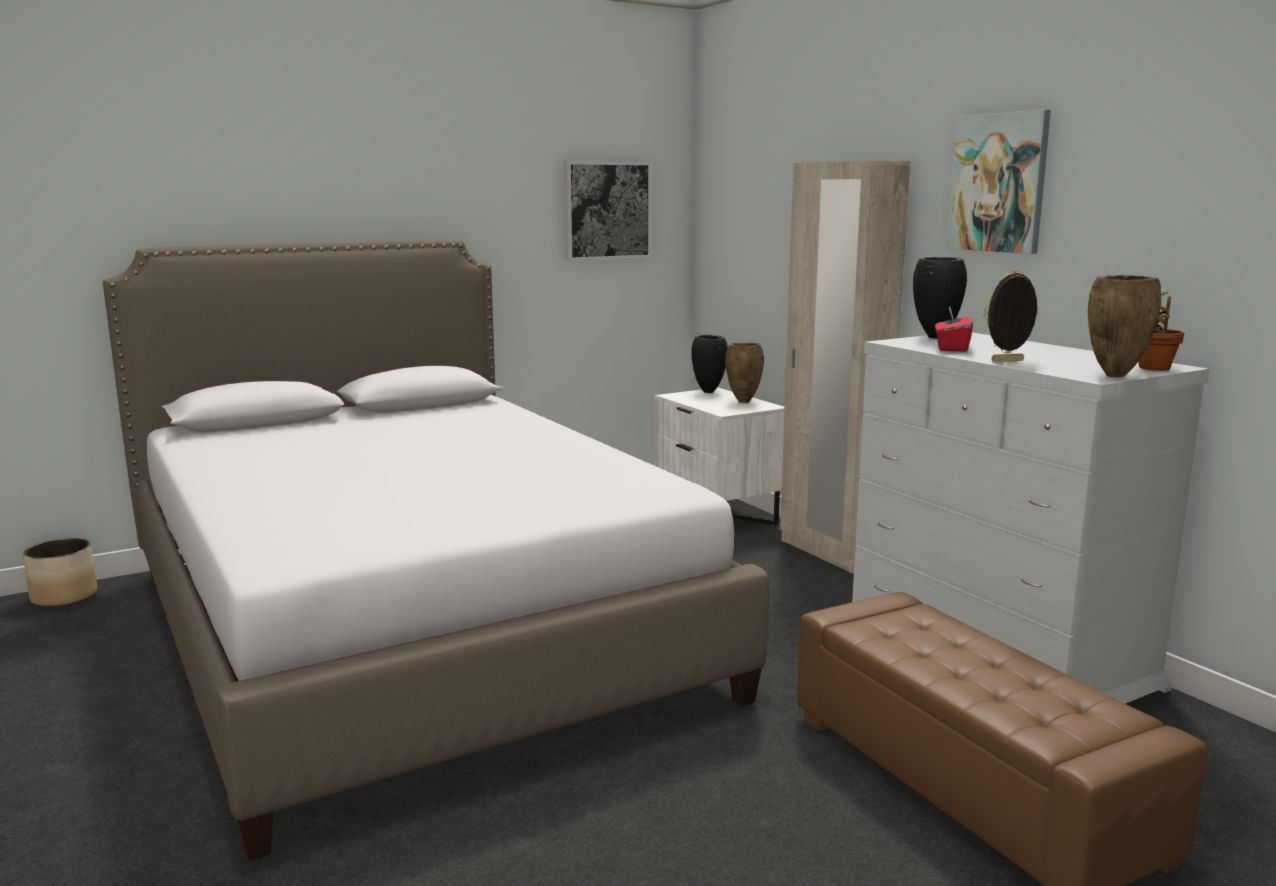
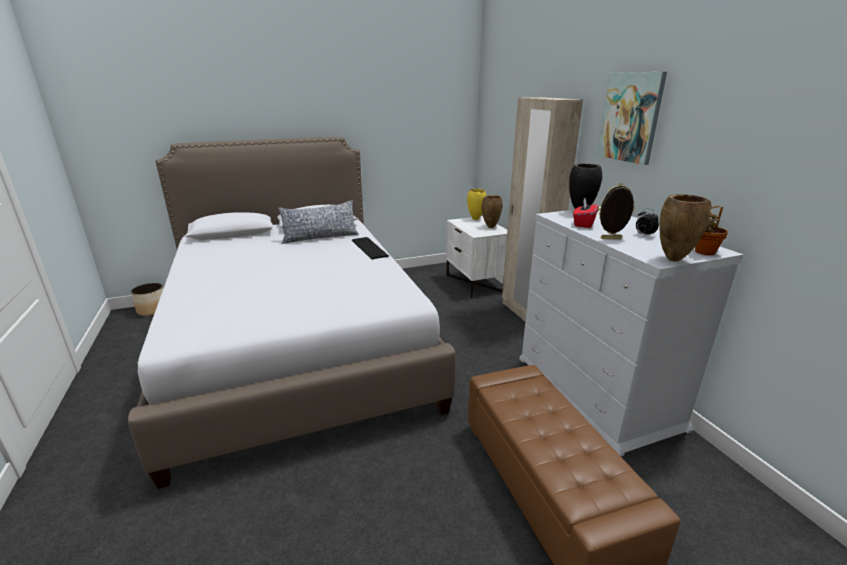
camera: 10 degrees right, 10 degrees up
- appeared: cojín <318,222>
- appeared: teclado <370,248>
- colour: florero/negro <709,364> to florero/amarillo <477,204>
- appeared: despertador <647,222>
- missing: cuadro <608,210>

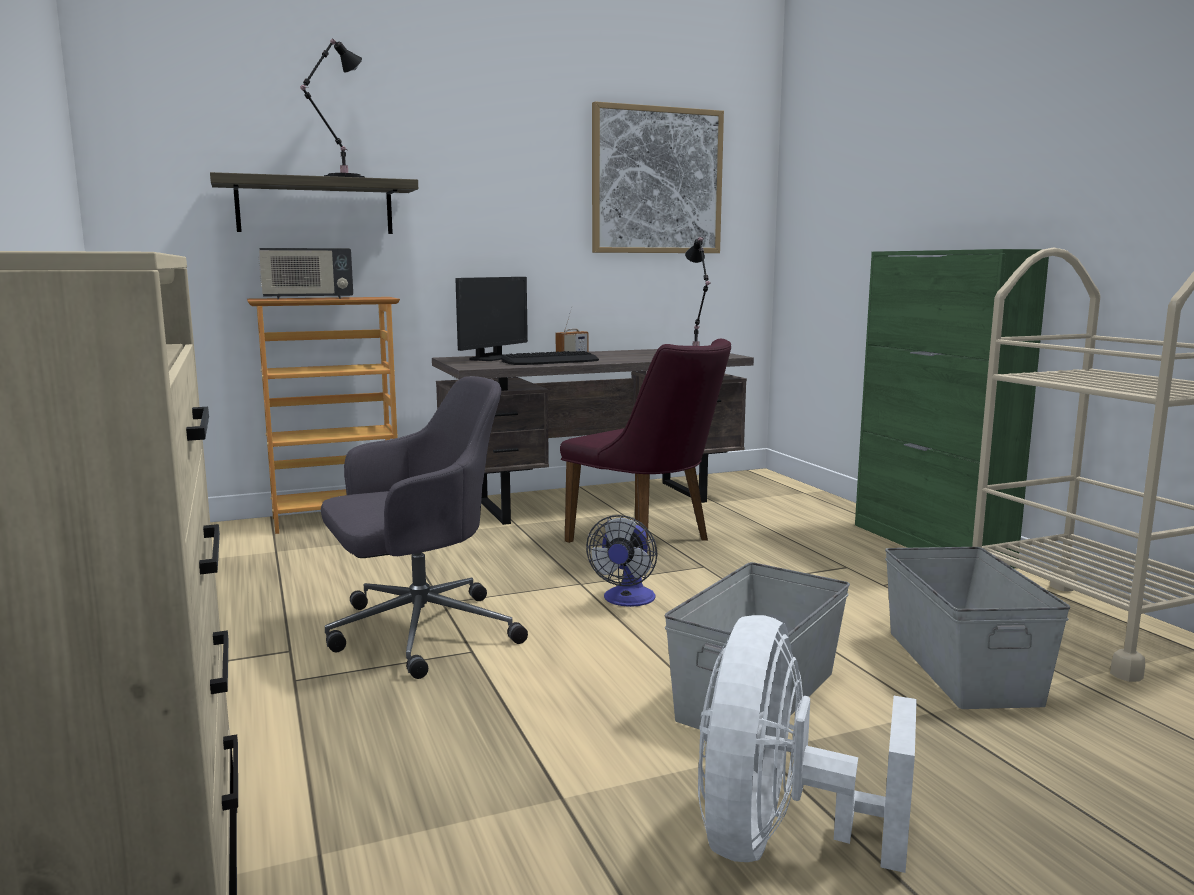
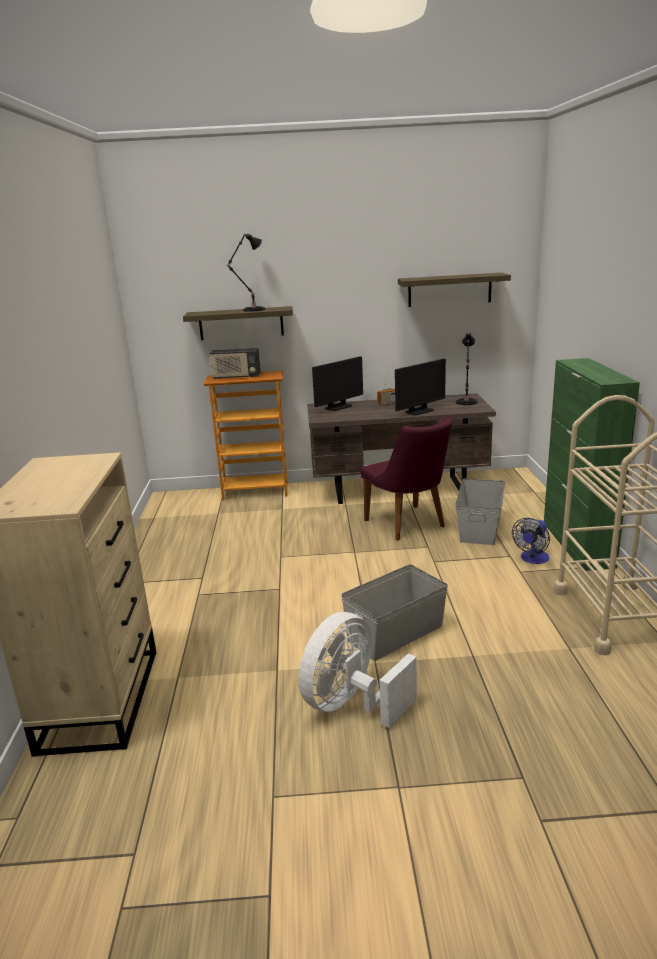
camera: 20 degrees right, 10 degrees up
- appeared: monitor <420,387>
- exchanged: cuadro <658,177> to estante <454,290>
- relocated: caja de almacenaje/gris <977,628> to <480,512>
- relocated: ventilador <621,561> to <531,541>
- missing: silla de oficina/gris <424,527>
- missing: teclado <550,358>

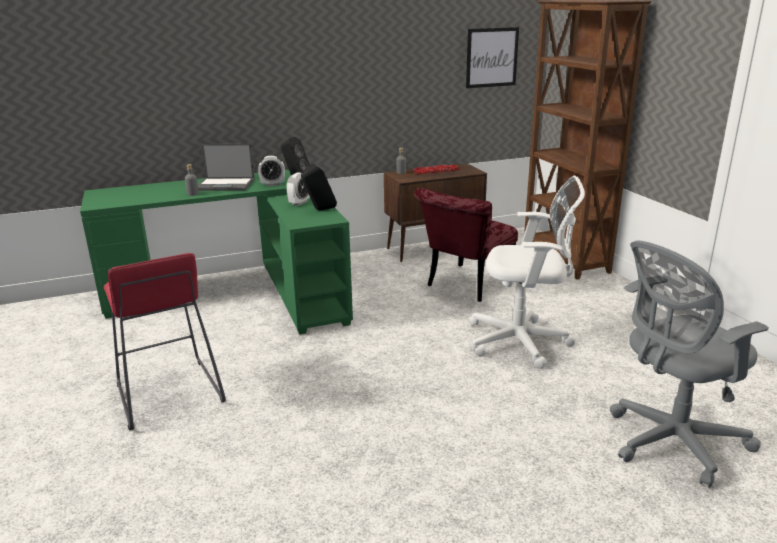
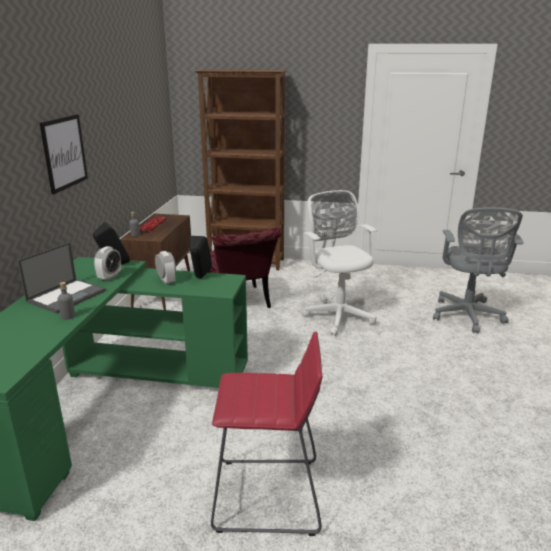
camera: 60 degrees left, 0 degrees up
- relocated: cuadro <492,57> to <64,154>
- spun: silla de oficina/blanco <527,272> = <339,263> 60 degrees counterclockwise

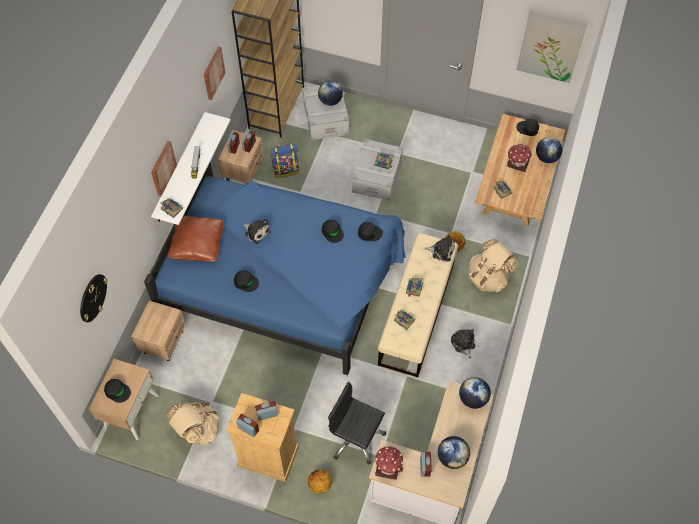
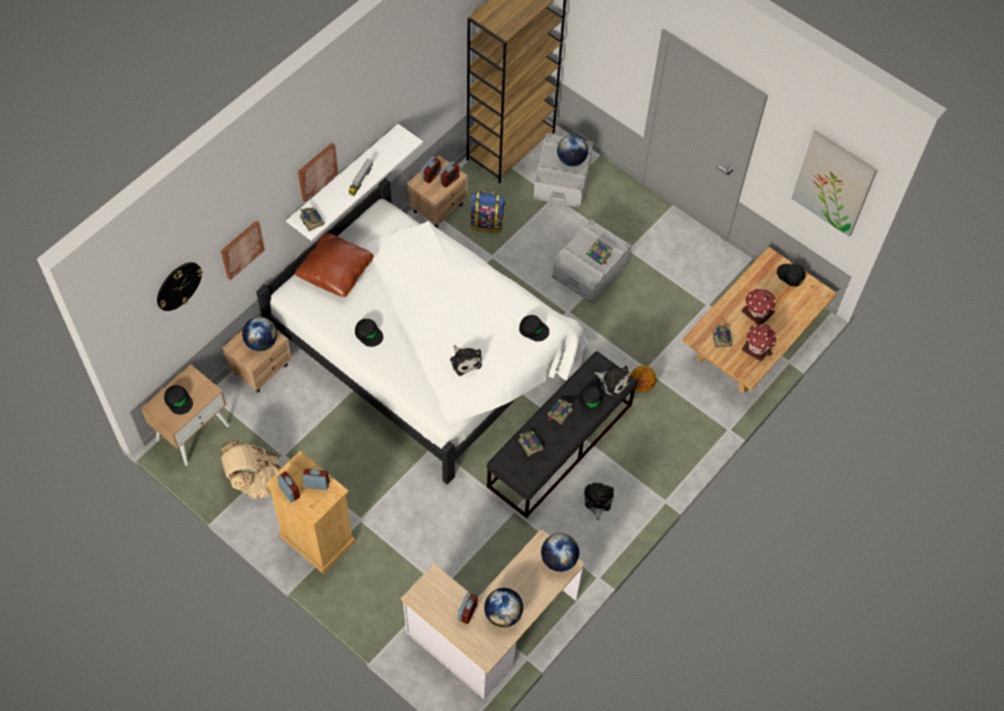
camera: 20 degrees right, 0 degrees up
- relocated: cuadro <215,73> to <243,250>
- relocated: globo terráqueo <549,150> to <259,334>
- colour: cama/azul <275,269> to cama/blanco <423,331>
- relocated: peluche <257,231> to <466,361>
- colour: banco/beis <418,305> to banco/negro <562,434>
- relocated: gorra/negro <333,231> to <591,401>
- relocated: casita <389,463> to <759,342>
- missing: balón de baloncesto <320,481>
- missing: silla de oficina/negro <357,423>
- missing: mochila/beis <493,265>

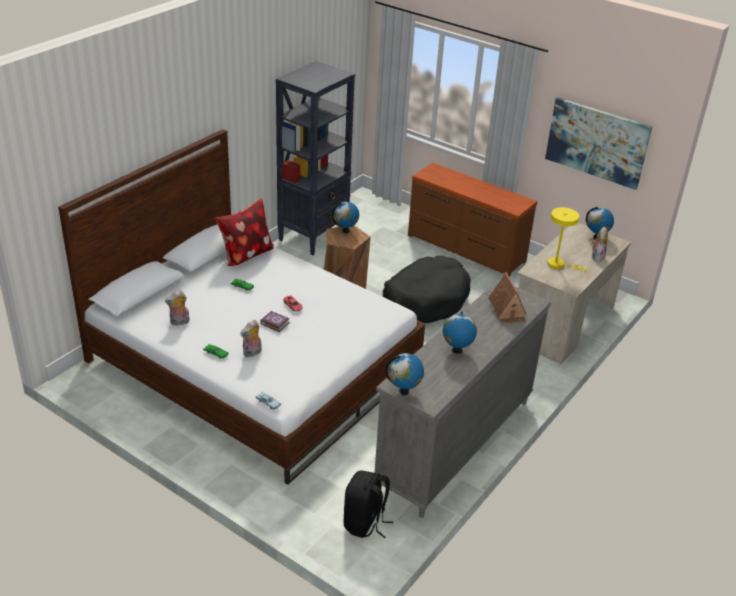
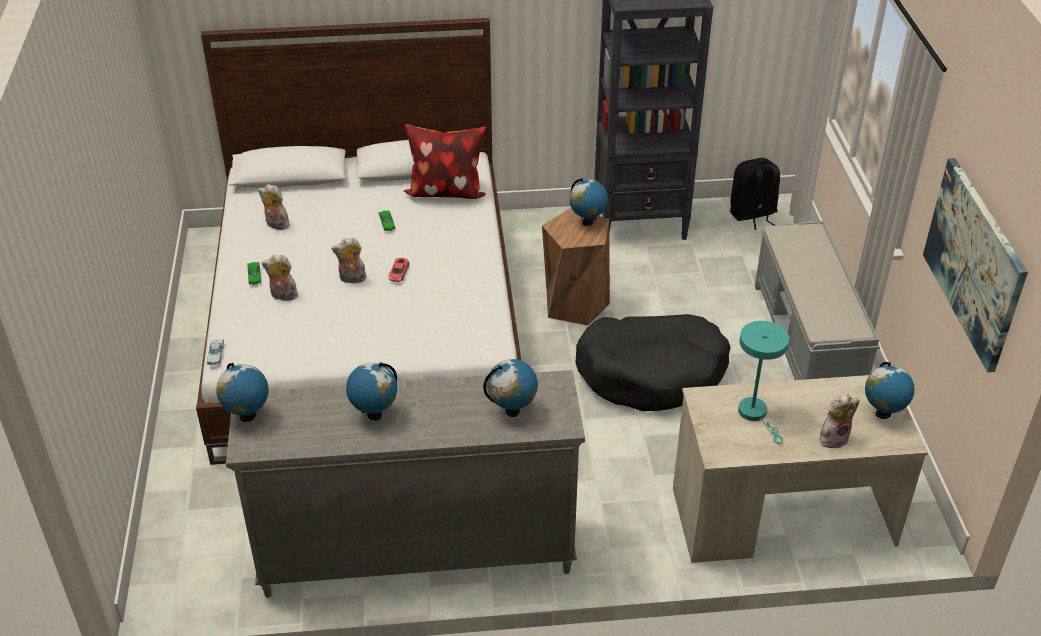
camera: 50 degrees right, 5 degrees up
- exchanged: libro <275,321> to peluche <348,260>
- exchanged: casita <507,298> to globo terráqueo <510,388>
- relocated: mochila/negro <368,504> to <755,194>
- colour: lámpara de mesa/amarillo <566,239> to lámpara de mesa/turquesa <763,382>
- exchanged: cómoda/marrón <472,220> to banco/gris <817,300>

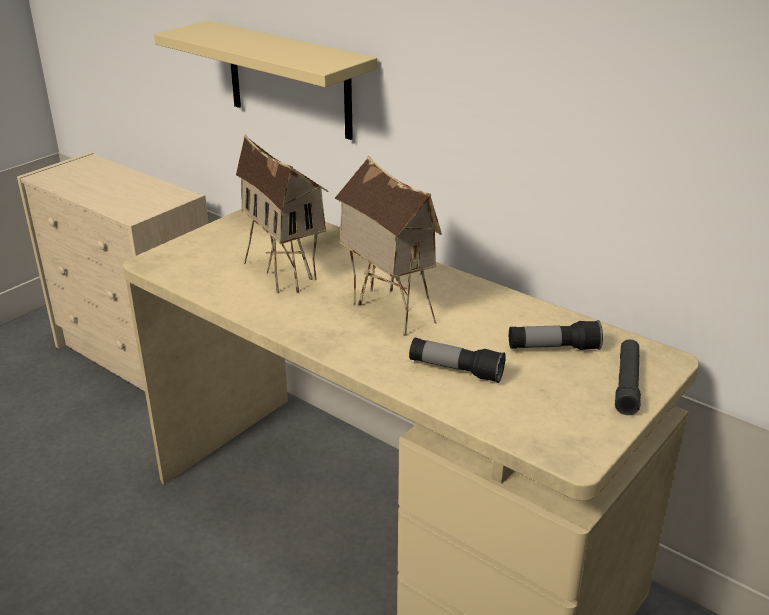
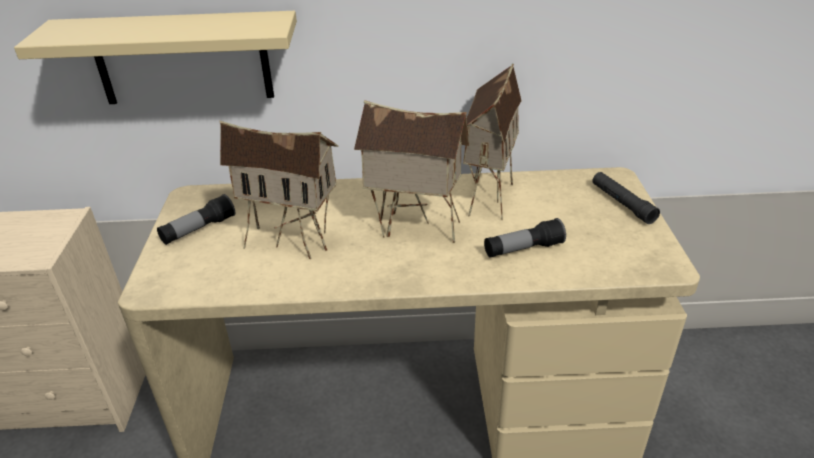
camera: 40 degrees left, 5 degrees up
- relocated: linterna <556,335> to <196,219>
- appeared: casita <492,142>

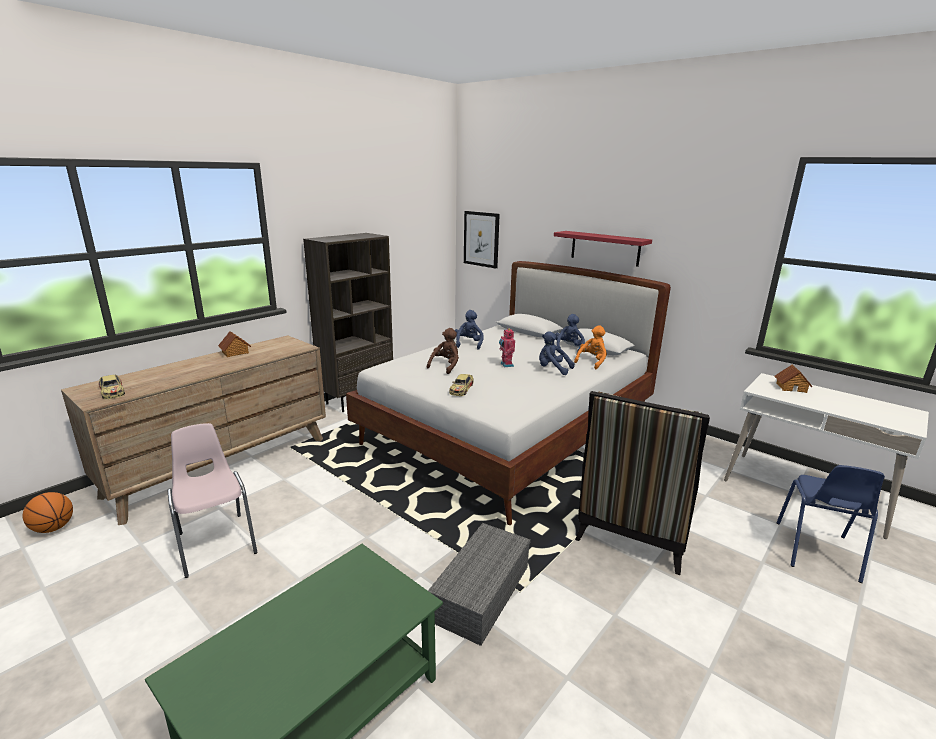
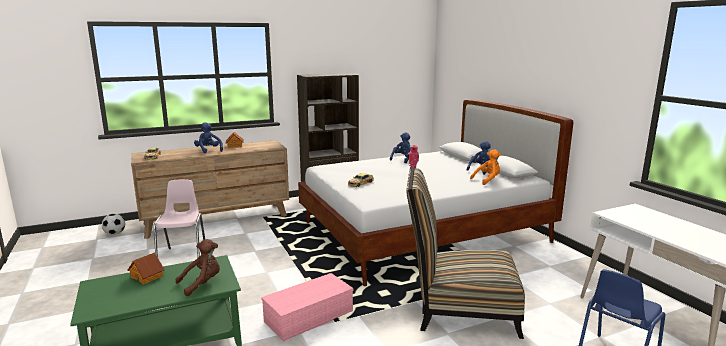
camera: 25 degrees right, 5 degrees down
- exchanged: balón de baloncesto <48,512> to balón de fútbol <113,224>
- relocated: casita <793,379> to <146,268>
- relocated: peluche/marrón <443,351> to <198,267>
- relocated: peluche/azul <557,353> to <208,137>
- colour: caja de almacenaje/gris <479,584> to caja de almacenaje/rosa <307,307>
- spun: silla <642,483> = <465,252> 45 degrees clockwise
- missing: cuadro <482,240>
- missing: estante/rojo <603,249>

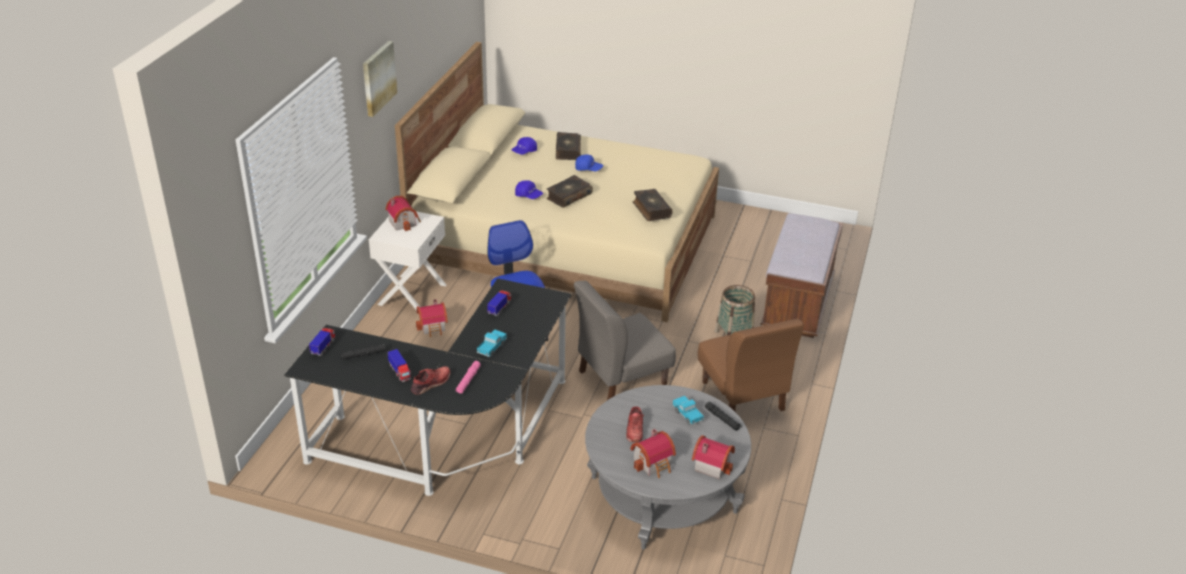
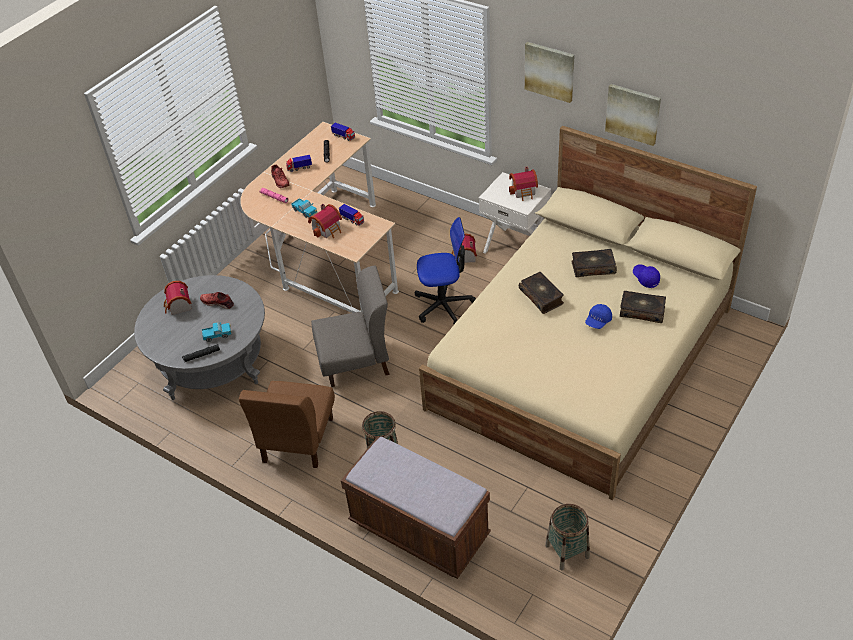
camera: 110 degrees right, 10 degrees up
- spun: silla/marrón <751,364> = <287,424> 75 degrees counterclockwise
- colour: escritorio/negro <428,387> to escritorio/beis <319,217>
- relocated: casita <713,457> to <325,221>
- spun: silla/gris <625,340> = <350,326> 90 degrees clockwise
- appeared: cesta <567,537>
- relocated: libro <653,205> to <594,263>
- appeared: cuadro <633,115>
- missing: gorra/azul <529,189>

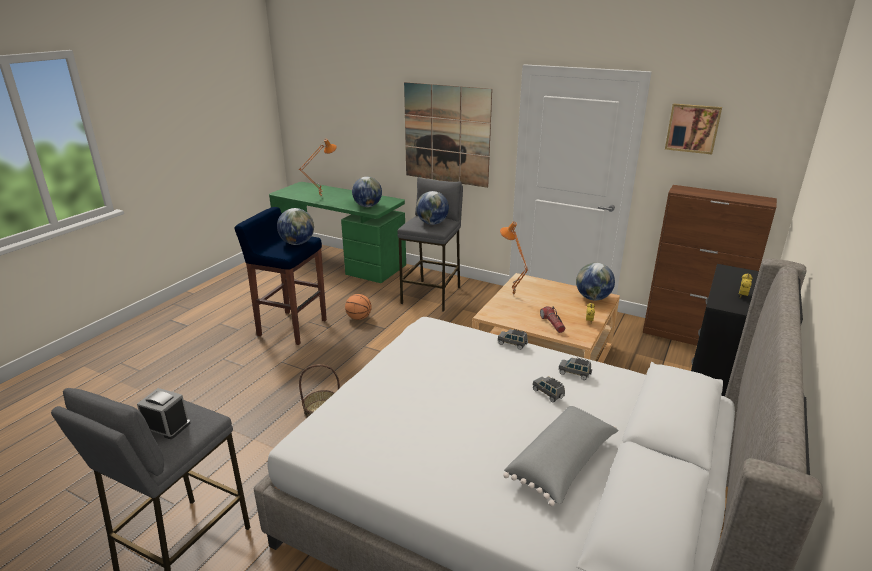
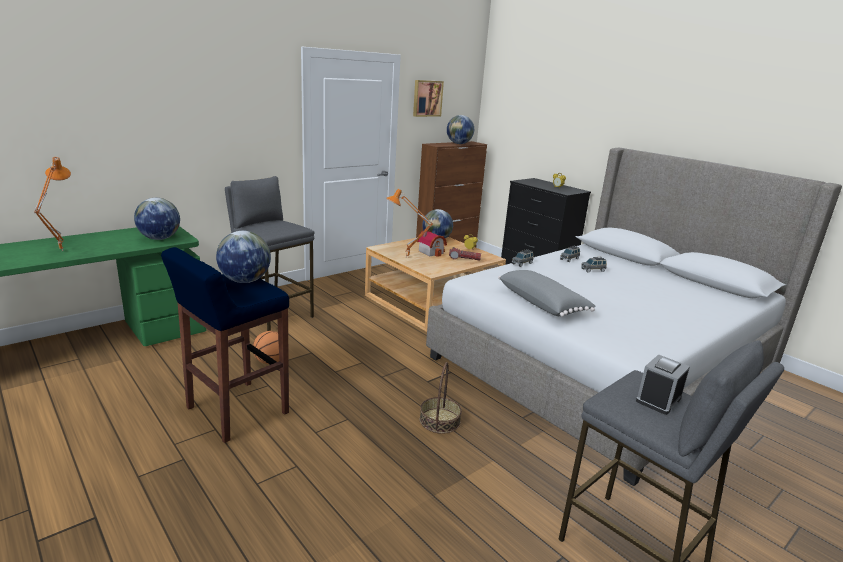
camera: 70 degrees left, 5 degrees down
- appeared: casita <432,243>
- relocated: globo terráqueo <432,208> to <460,129>
- relocated: cojín/gris <561,456> to <547,293>
- missing: cuadro <448,135>

